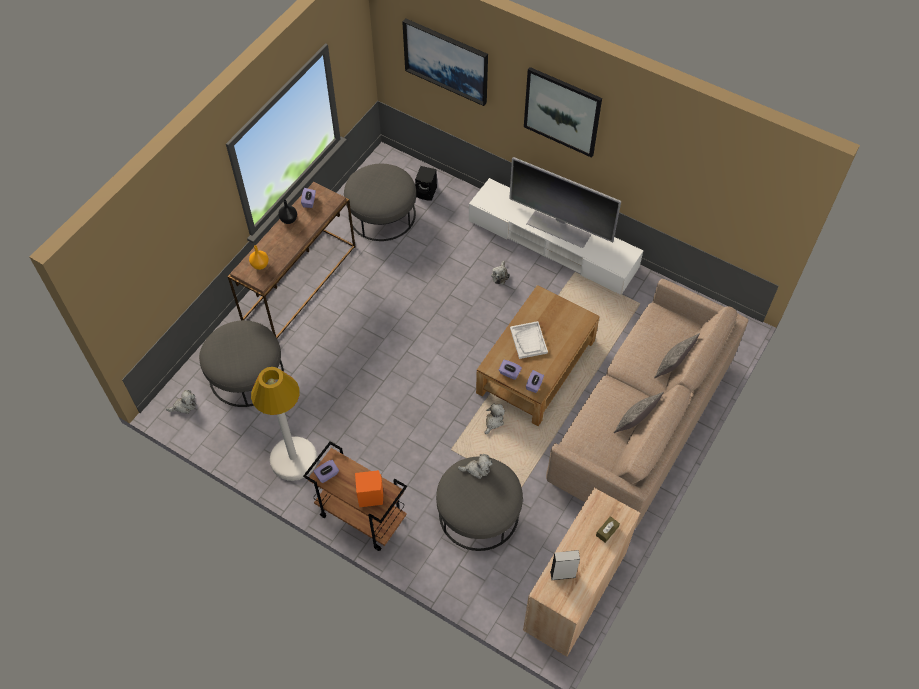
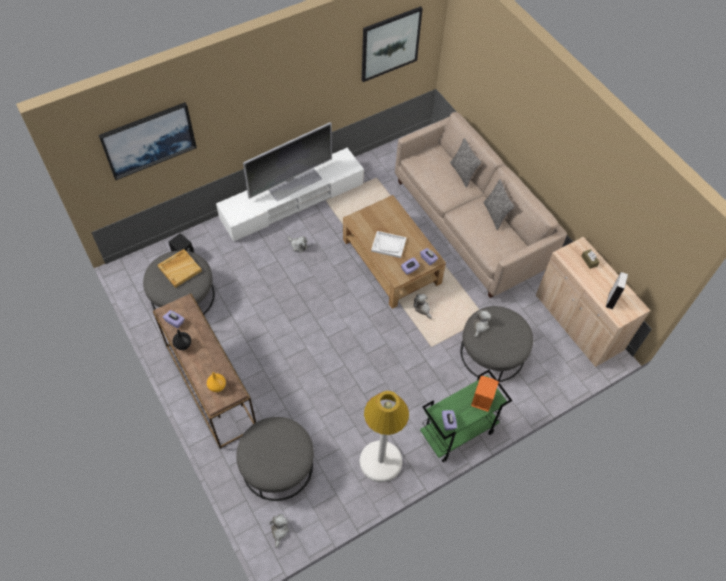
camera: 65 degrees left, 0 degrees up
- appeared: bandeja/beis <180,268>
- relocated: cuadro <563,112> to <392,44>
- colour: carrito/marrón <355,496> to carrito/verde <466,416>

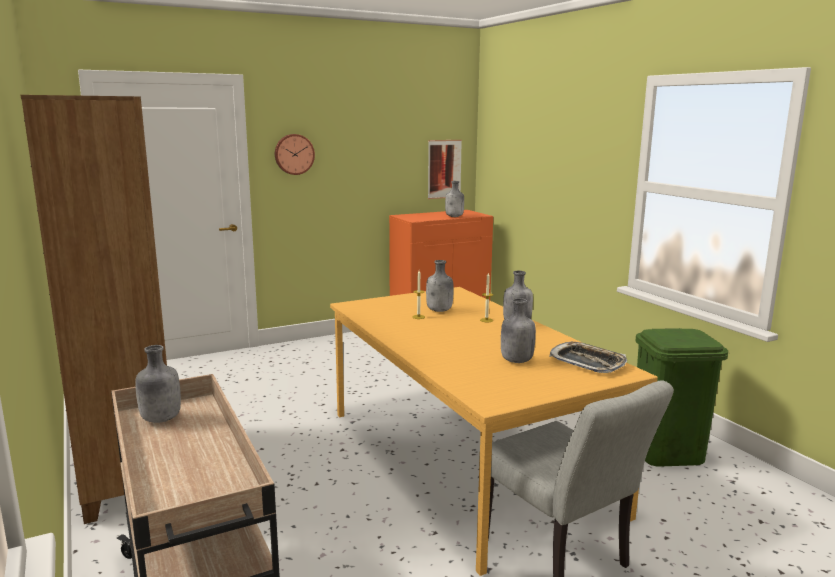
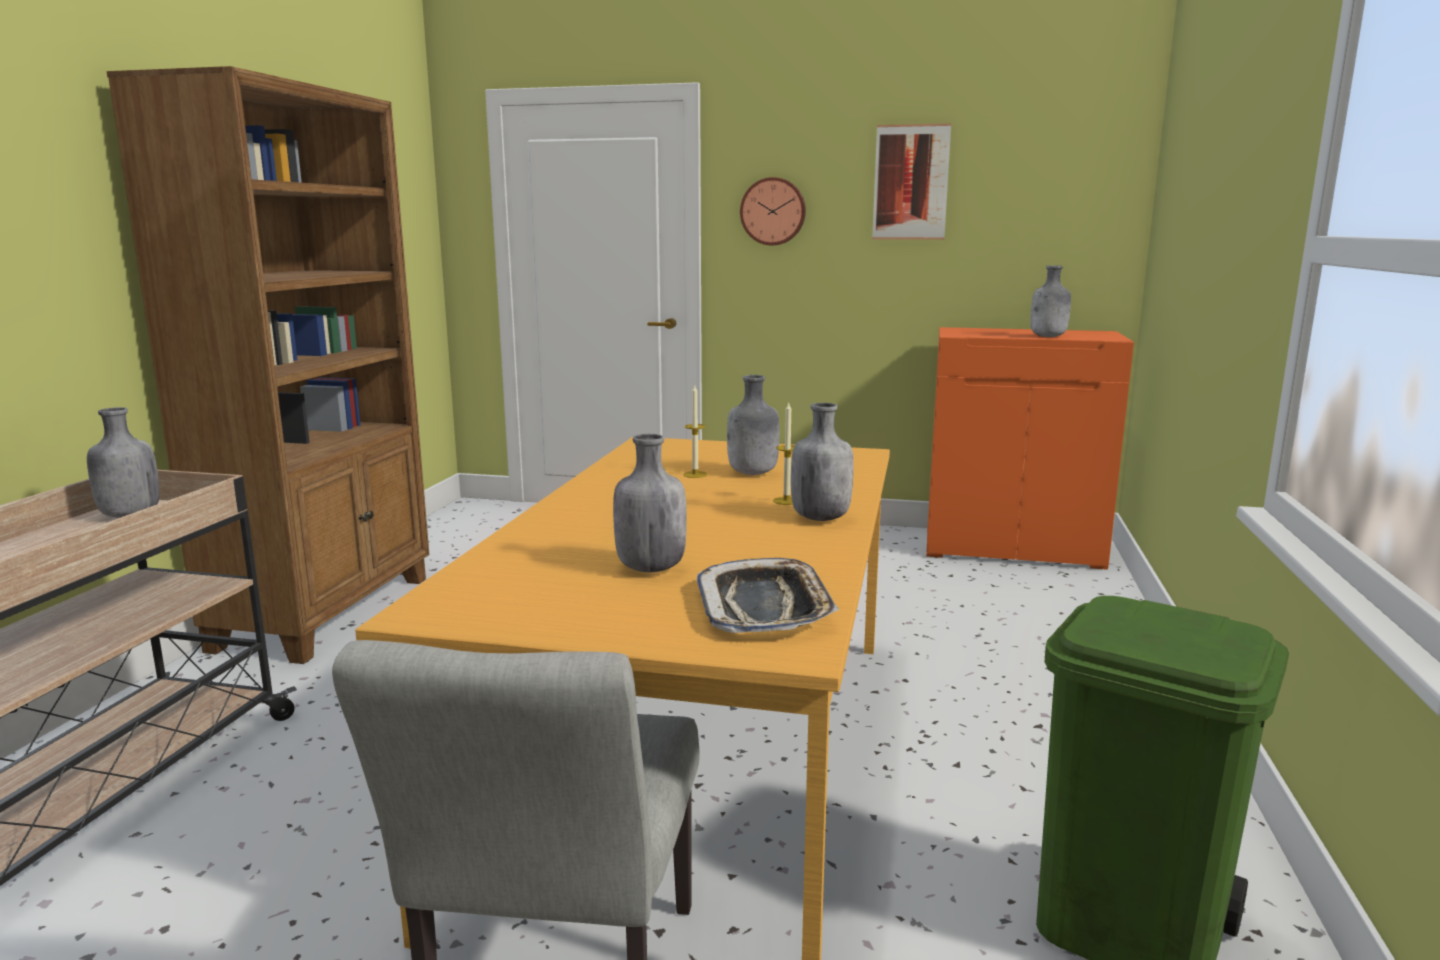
camera: 40 degrees right, 0 degrees up
- relocated: cuadro <445,169> to <911,181>

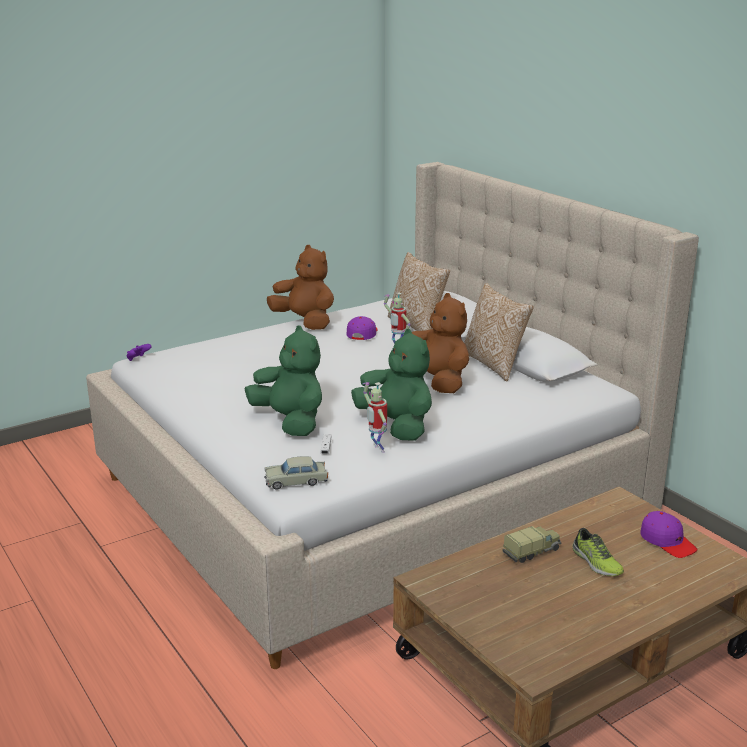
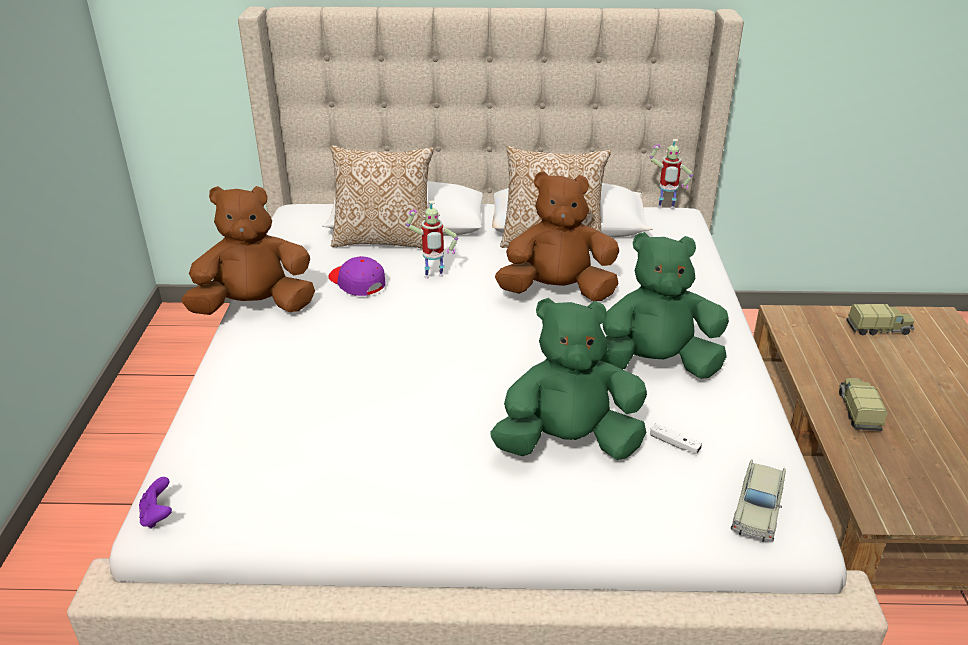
camera: 55 degrees left, 10 degrees up
- relocated: robot de juguete <374,417> to <671,174>
- exchanged: gorra/morado <669,534> to camión de juguete <880,319>
- missing: zapato <598,552>

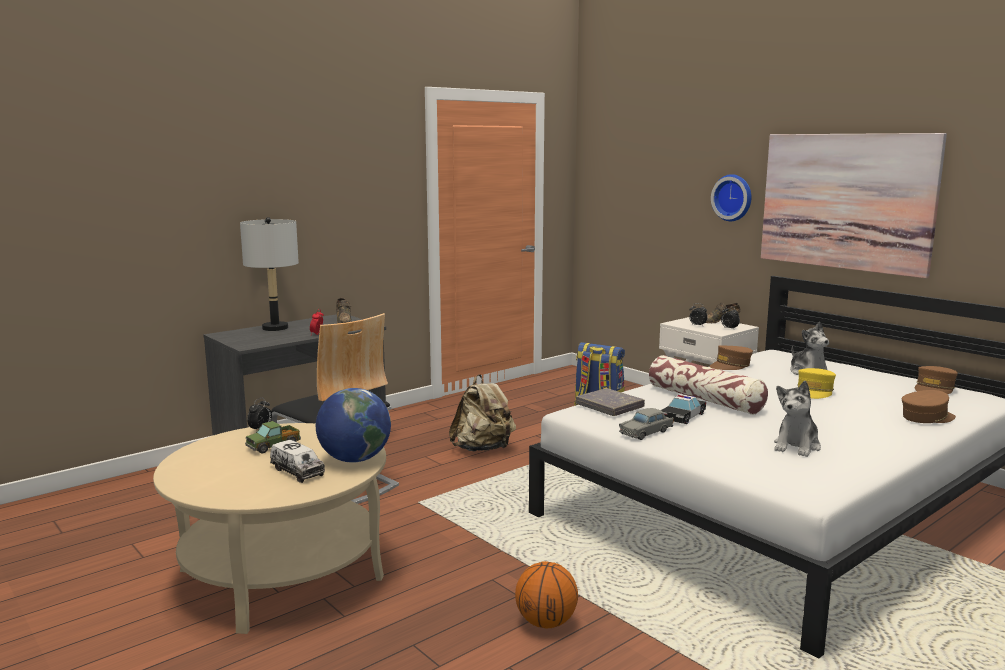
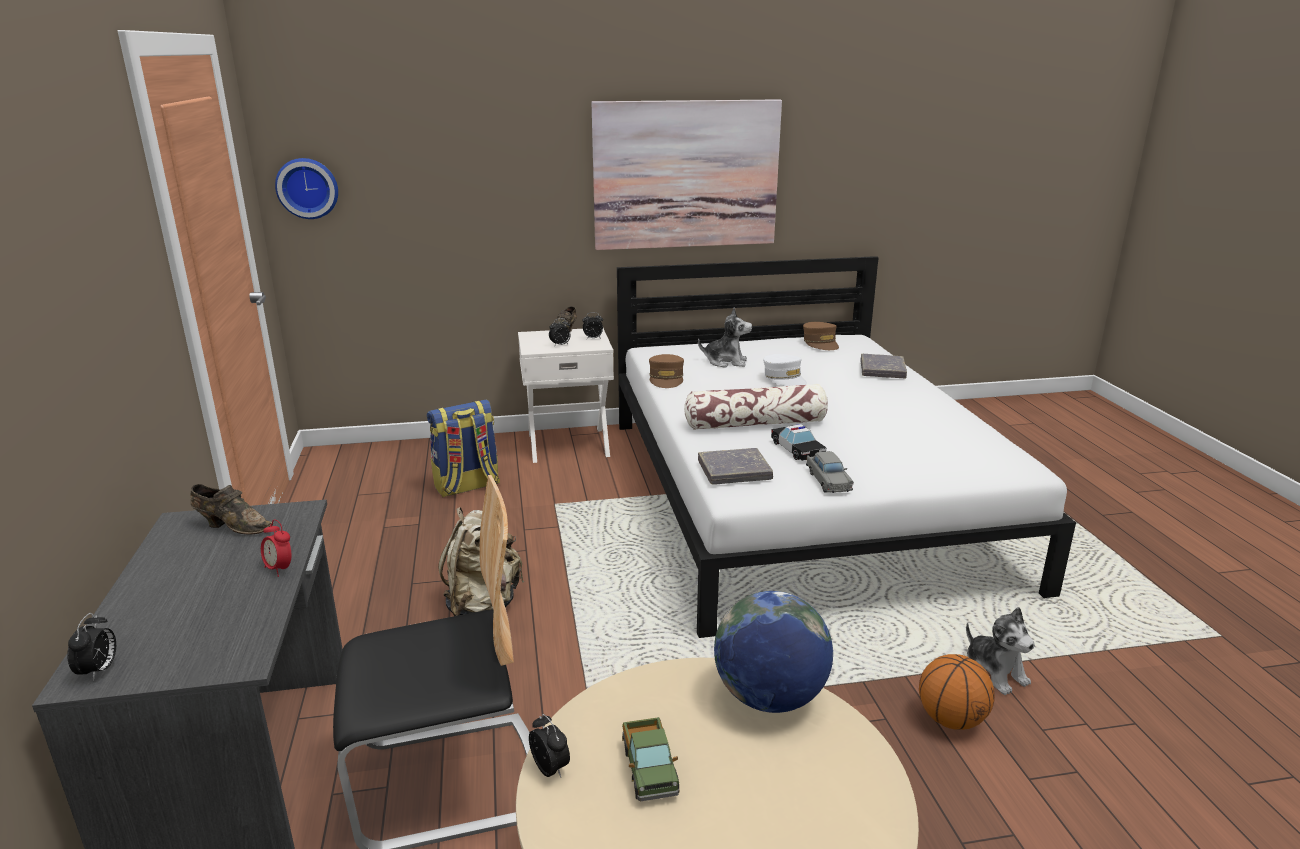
camera: 60 degrees left, 10 degrees up
- appeared: despertador <91,647>
- relocated: reloj de pared <731,197> to <306,188>
- colour: gorra/amarillo <816,383> to gorra/blanco <785,370>
- exchanged: gorra/marrón <929,406> to libro/gris <883,366>
- relocated: peluche <797,419> to <1000,651>
- missing: lámpara de mesa/gris <269,274>
- missing: camión de juguete <297,461>

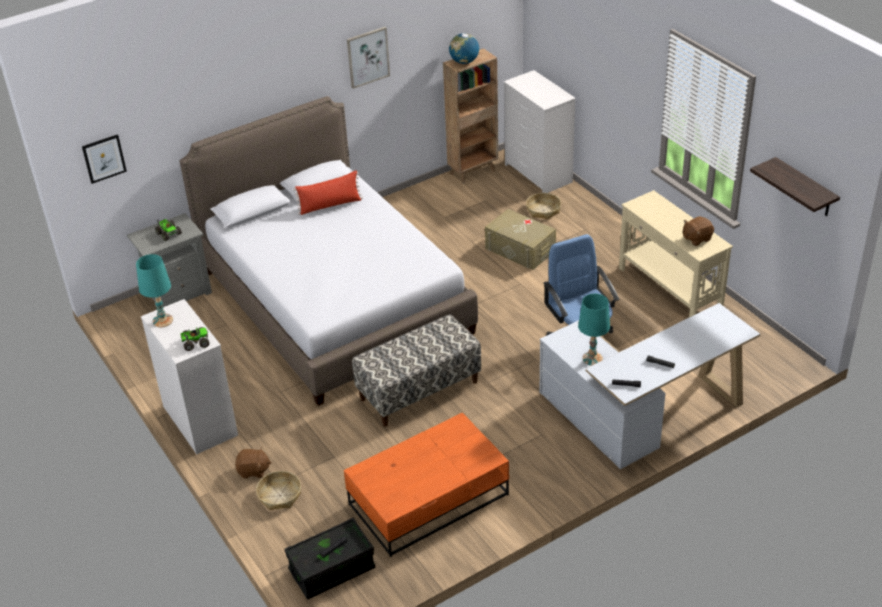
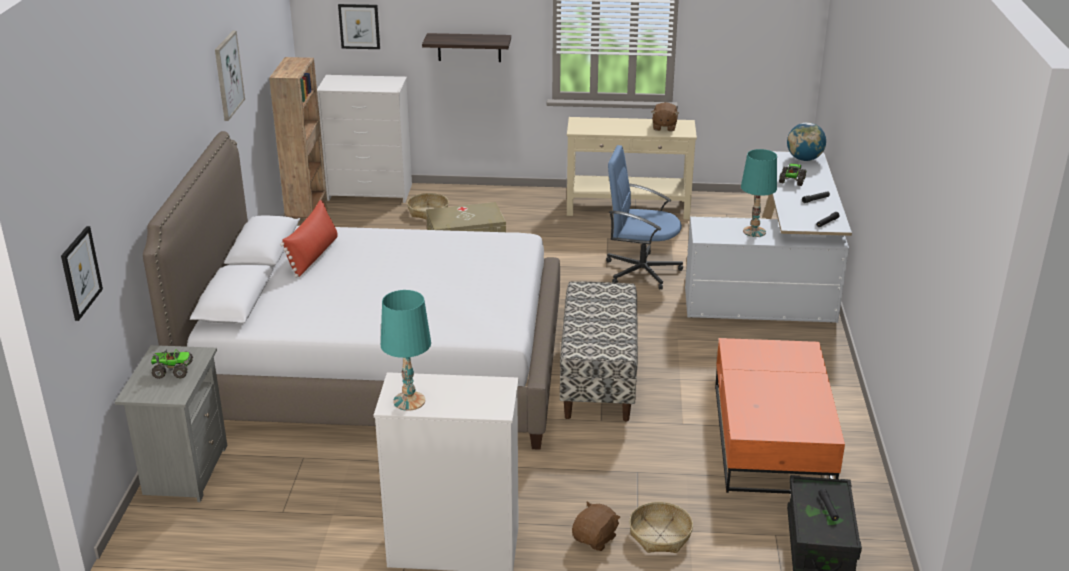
camera: 55 degrees left, 10 degrees down
- appeared: cuadro <359,26>
- relocated: estante <795,186> to <466,47>
- relocated: camión de juguete <194,339> to <792,174>
- relocated: globo terráqueo <464,48> to <806,141>

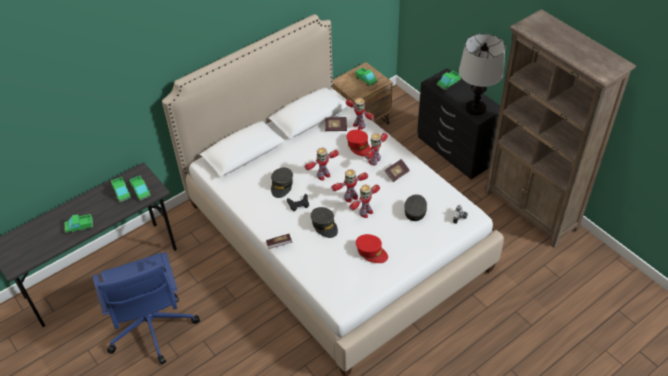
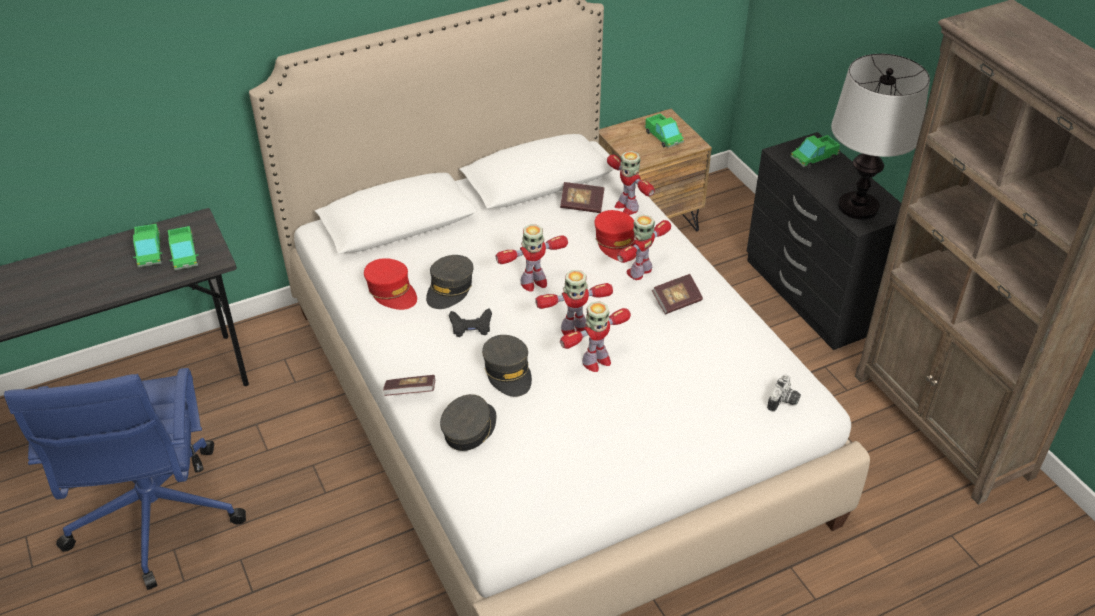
camera: 10 degrees right, 5 degrees down
- relocated: gorra/rojo <372,248> to <390,284>
- relocated: gorra/gris <415,207> to <468,422>
- missing: camión de juguete <78,224>

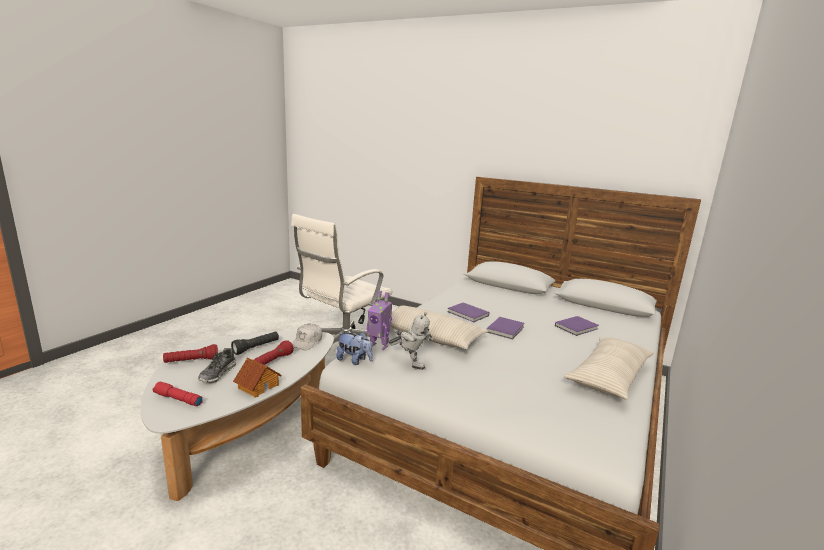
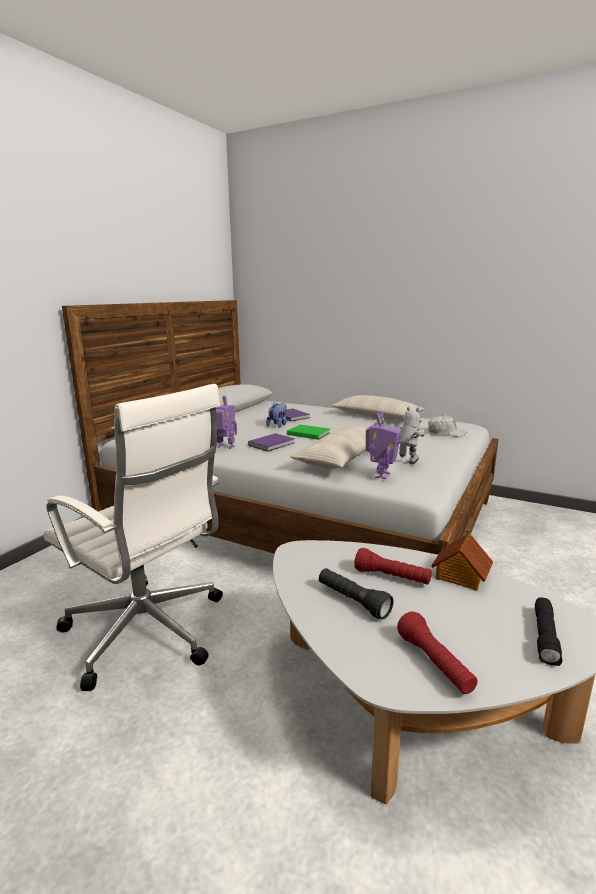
camera: 90 degrees left, 0 degrees up
- appeared: robot de juguete <226,422>
- relocated: peluche <354,348> to <276,415>
- colour: libro/morado <506,328> to libro/verde <308,432>
- relocated: gorra/blanco <307,336> to <447,426>
- colour: linterna/rojo <177,394> to linterna/negro <548,631>
- missing: zapato <217,365>

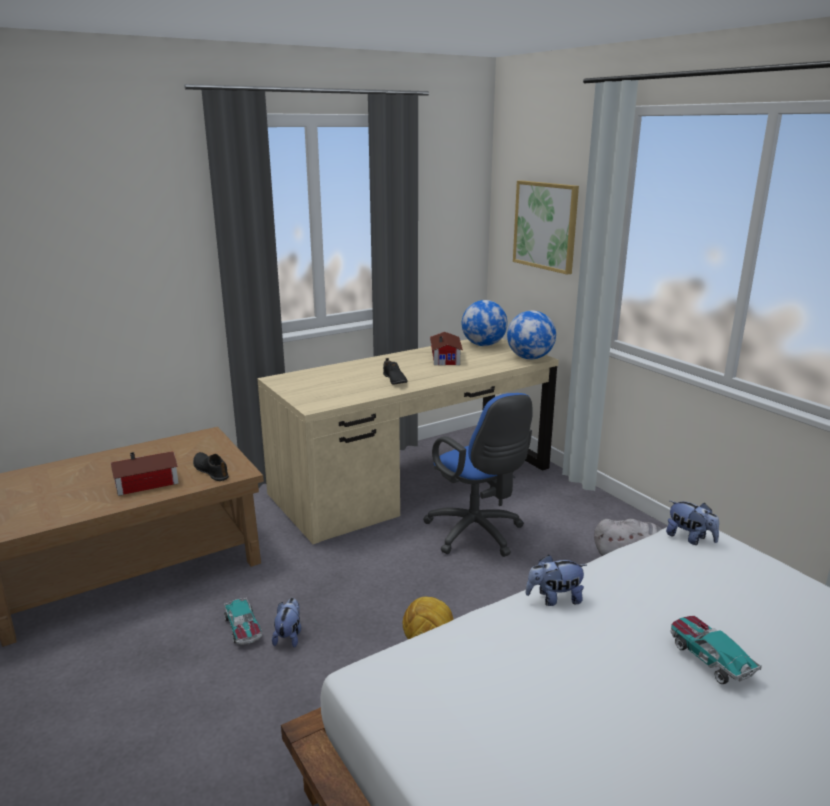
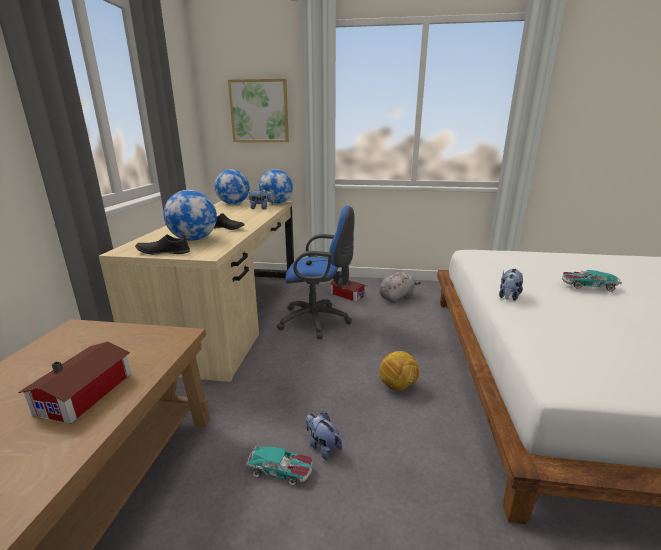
camera: 50 degrees left, 0 degrees up
- relocated: zapato/negro <211,466> to <162,244>
- appeared: globo terráqueo <190,215>
- relocated: peluche <692,523> to <260,199>
- relocated: casita <446,348> to <348,291>

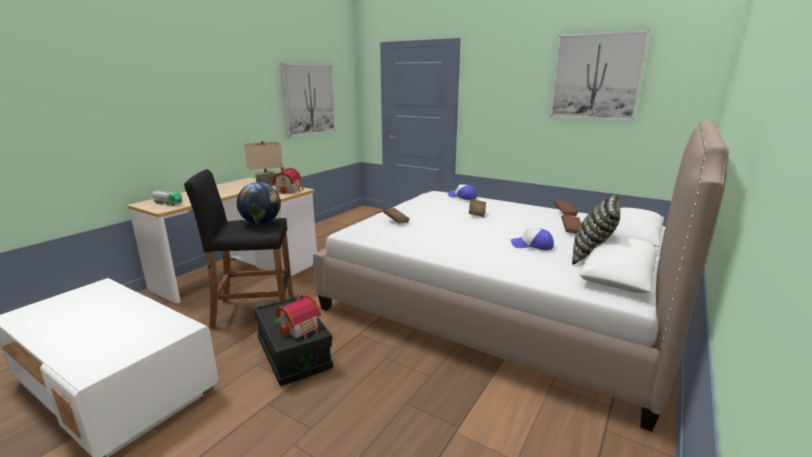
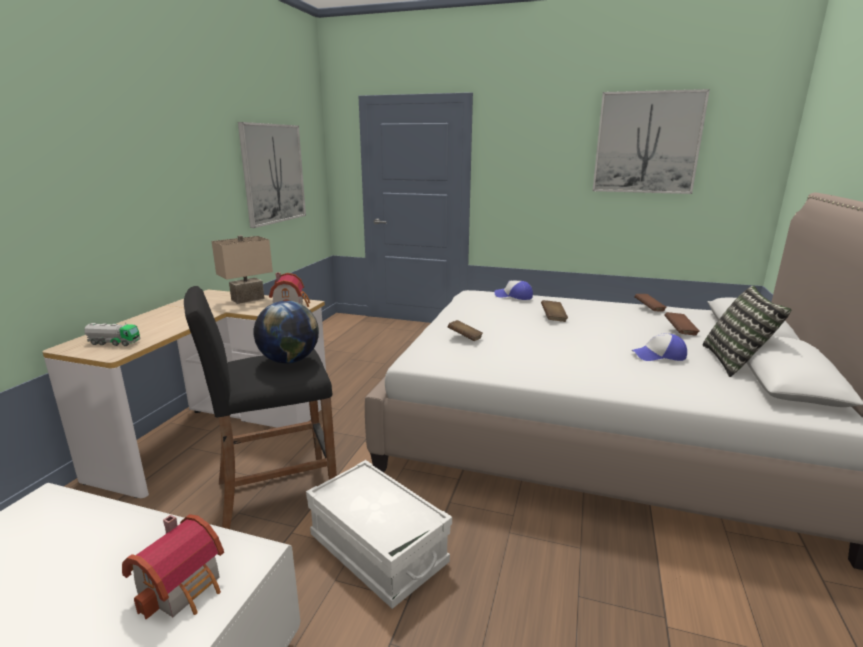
camera: 15 degrees left, 0 degrees up
- relocated: casita <298,316> to <173,566>
- colour: caja de almacenaje/negro <293,340> to caja de almacenaje/blanco <379,534>

